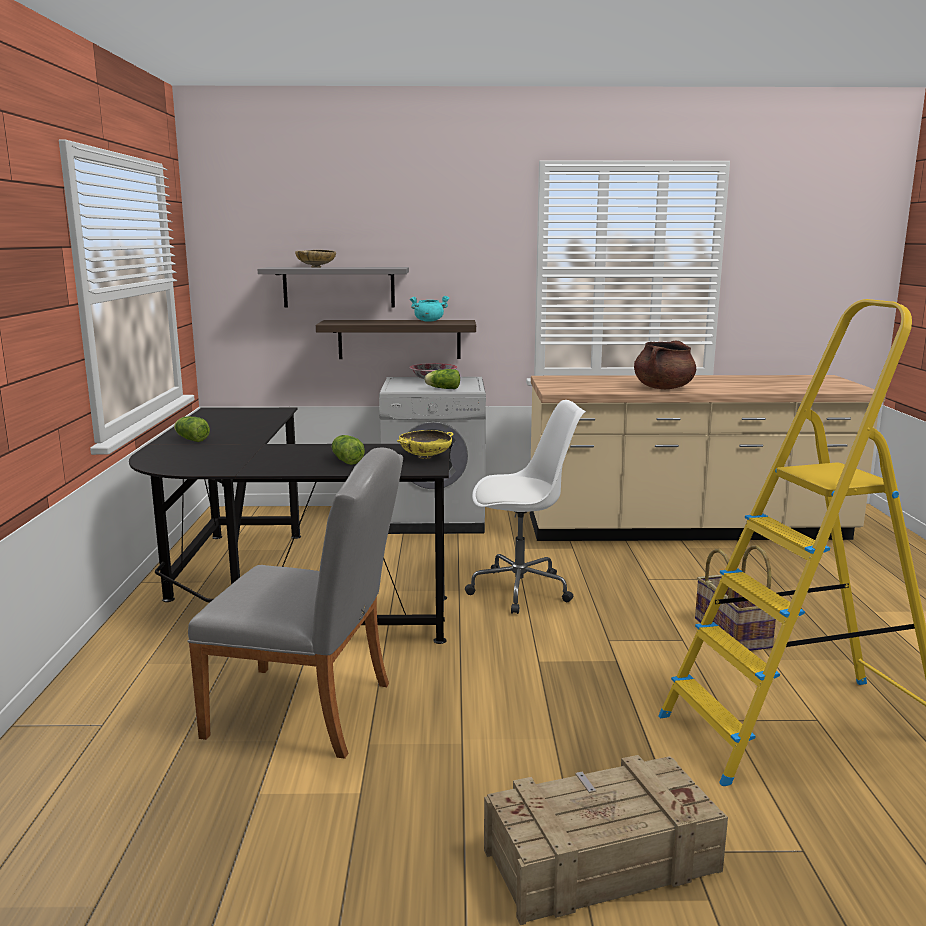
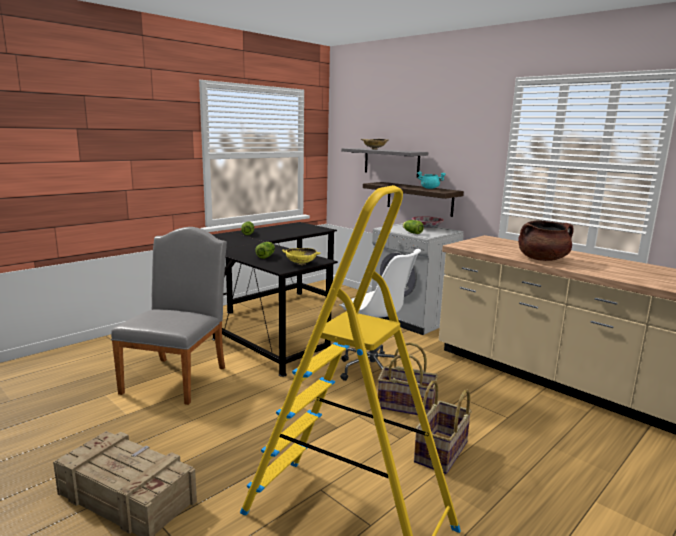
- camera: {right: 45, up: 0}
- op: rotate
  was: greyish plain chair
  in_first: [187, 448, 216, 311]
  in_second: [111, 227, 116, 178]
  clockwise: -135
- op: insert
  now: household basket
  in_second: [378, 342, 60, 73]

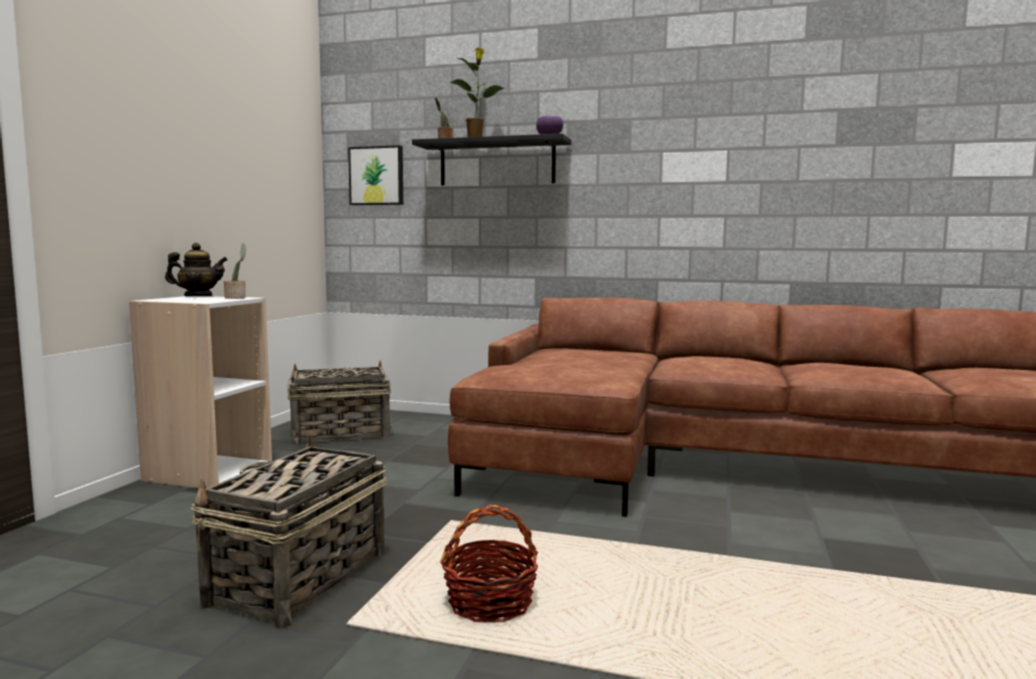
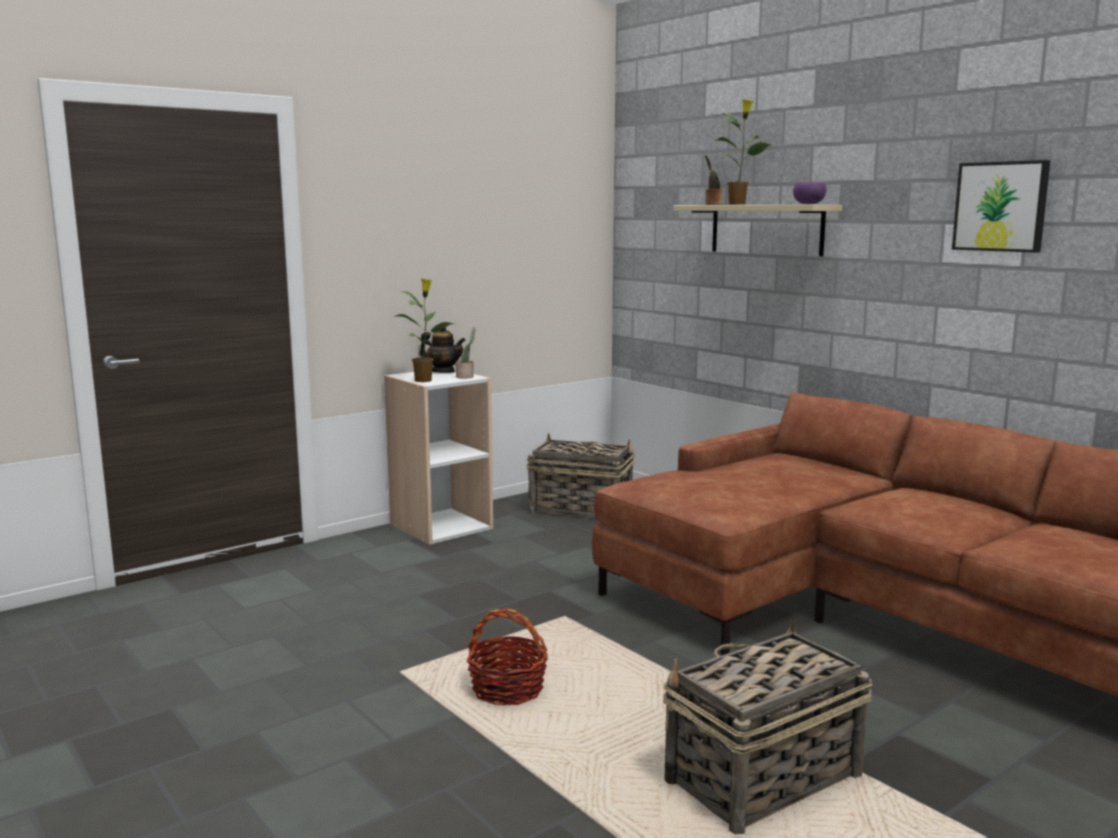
- camera: {right: 35, up: 5}
- op: insert
  now: plant in a pot
  in_second: [396, 279, 57, 103]
- op: move
  was: household basket
  in_first: [191, 436, 196, 192]
  in_second: [663, 620, 209, 214]
- op: recolor
  was: black-coloured bracket shelf
  now: beige bracket shelf
  in_first: [412, 133, 159, 52]
  in_second: [673, 205, 169, 51]
- op: move
  was: wall picture
  in_first: [348, 145, 55, 60]
  in_second: [952, 160, 98, 93]

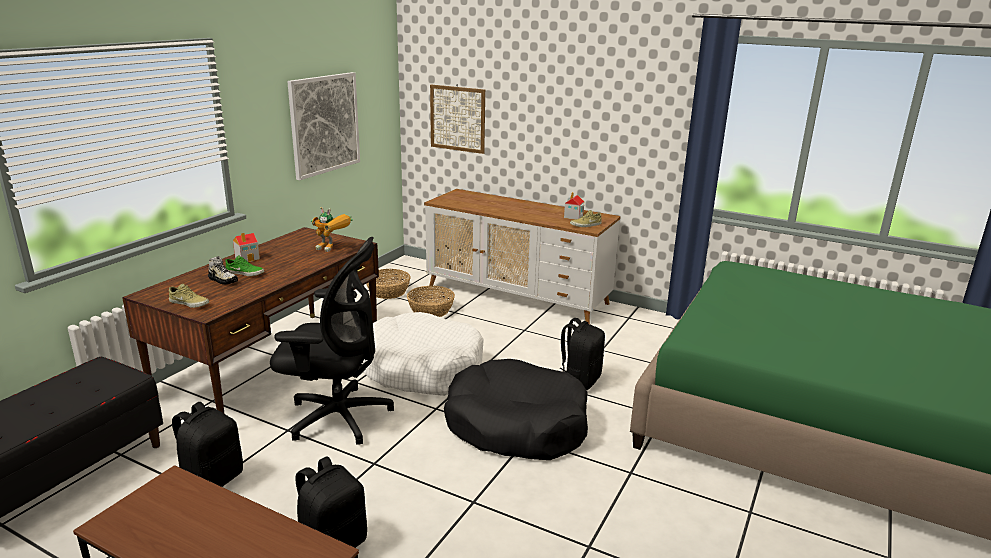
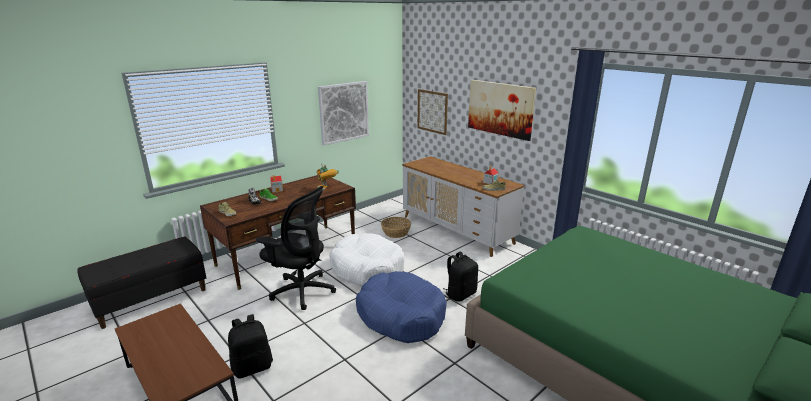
- camera: {right: 20, up: 0}
- op: recolor
  was: black-coloured pet bed
  now: blue pet bed
  in_first: [444, 359, 144, 101]
  in_second: [356, 271, 91, 72]
- op: insert
  now: wall picture
  in_second: [468, 80, 68, 61]
- op: delete
  was: black-coloured knapsack
  in_first: [172, 402, 71, 85]
- op: delete
  was: household basket
  in_first: [367, 269, 44, 30]

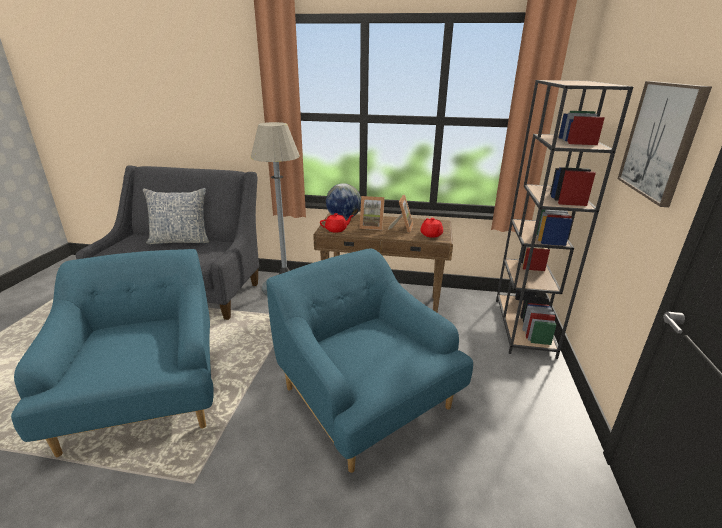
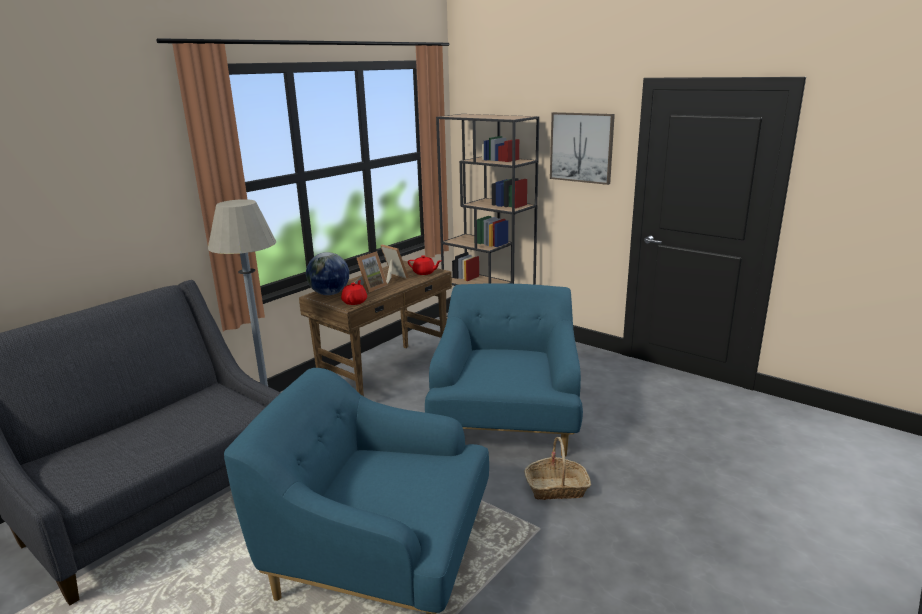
- camera: {right: -60, up: -5}
- op: rotate
  was: blue armchair
  in_first: [267, 248, 206, 225]
  in_second: [425, 283, 158, 174]
  clockwise: 105
- op: insert
  now: household basket
  in_second: [524, 437, 68, 63]
- op: delete
  was: cushion
  in_first: [143, 188, 66, 56]

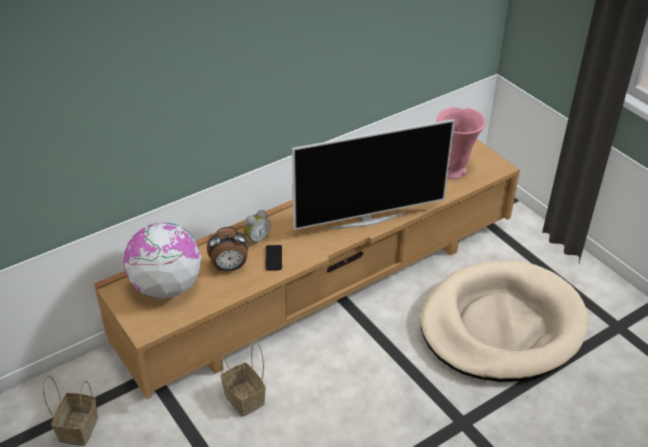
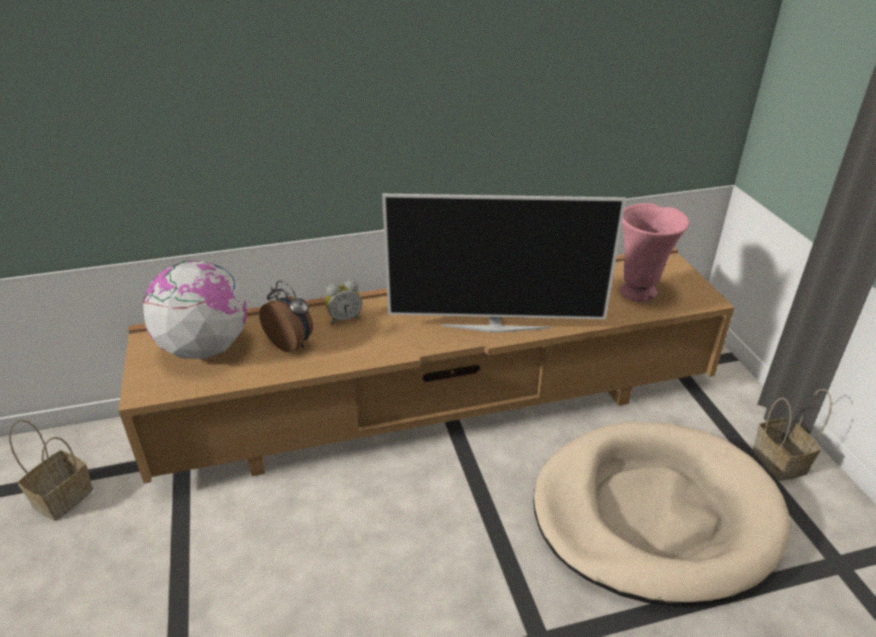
- camera: {right: 20, up: -5}
- op: rotate
  was: table clock
  in_first: [207, 227, 41, 44]
  in_second: [259, 280, 54, 72]
  clockwise: -150
- op: move
  was: household basket
  in_first: [221, 341, 45, 76]
  in_second: [753, 389, 79, 92]
- op: delete
  was: phone
  in_first: [266, 245, 16, 25]

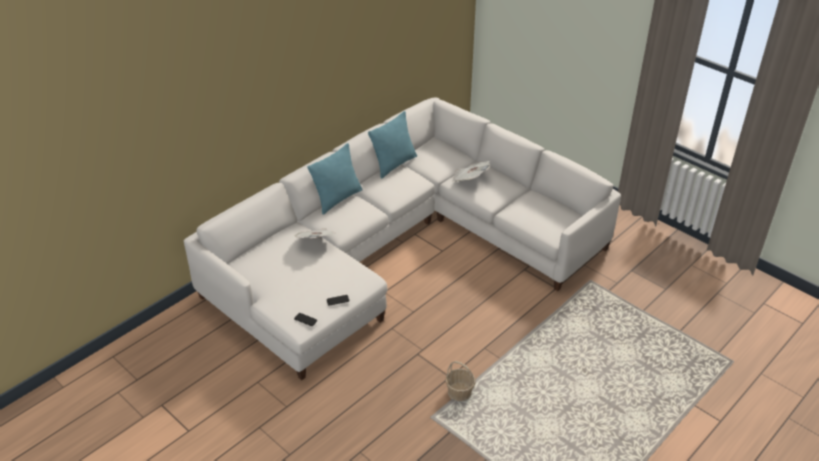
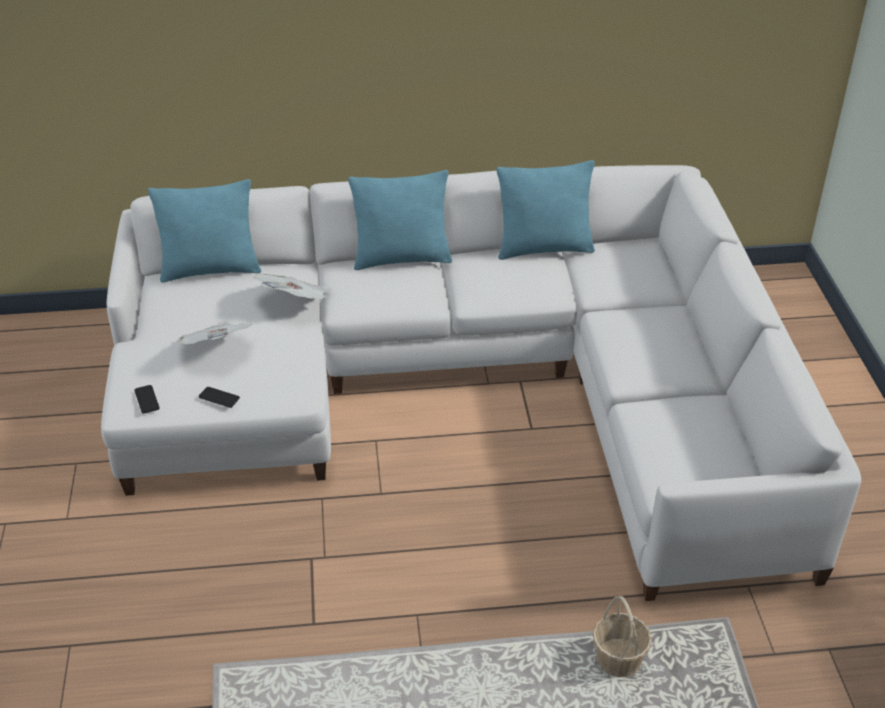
- camera: {right: 40, up: 0}
- op: insert
  now: turquoise cushion
  in_second: [148, 179, 113, 103]
- op: move
  was: daily paper
  in_first: [452, 161, 38, 21]
  in_second: [177, 321, 76, 23]
- op: move
  was: household basket
  in_first: [446, 361, 29, 40]
  in_second: [593, 596, 59, 81]

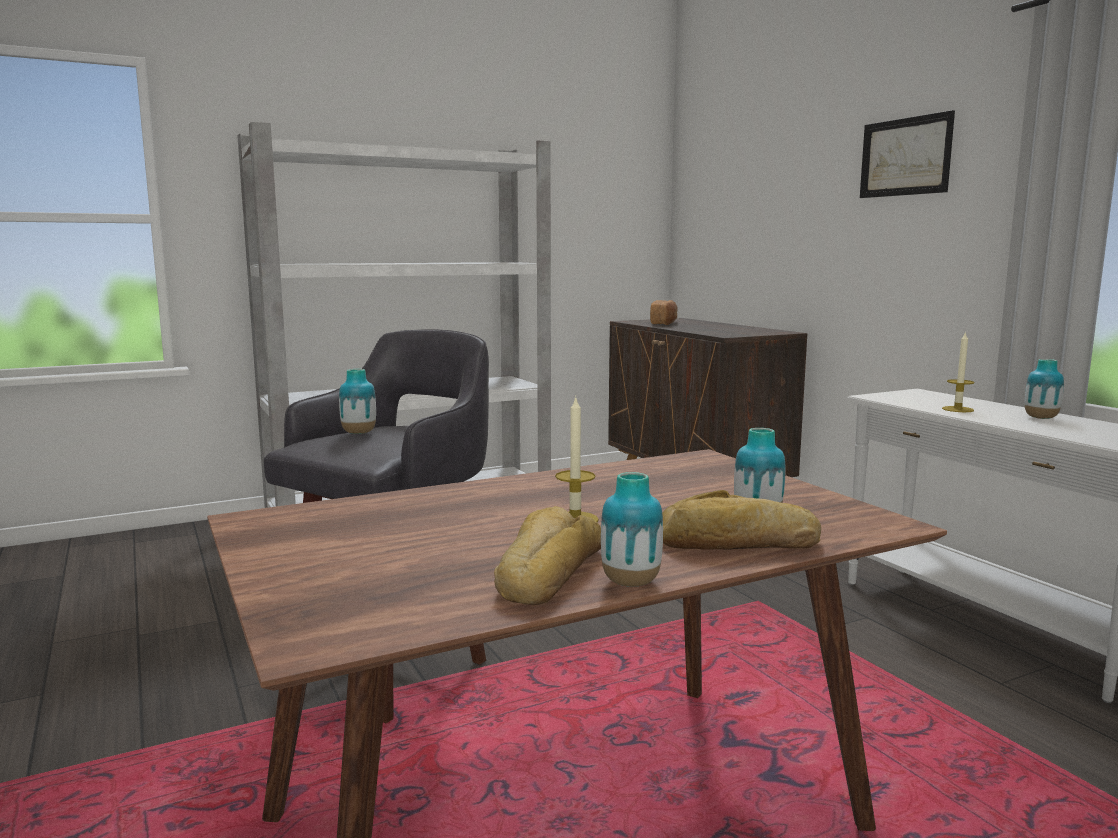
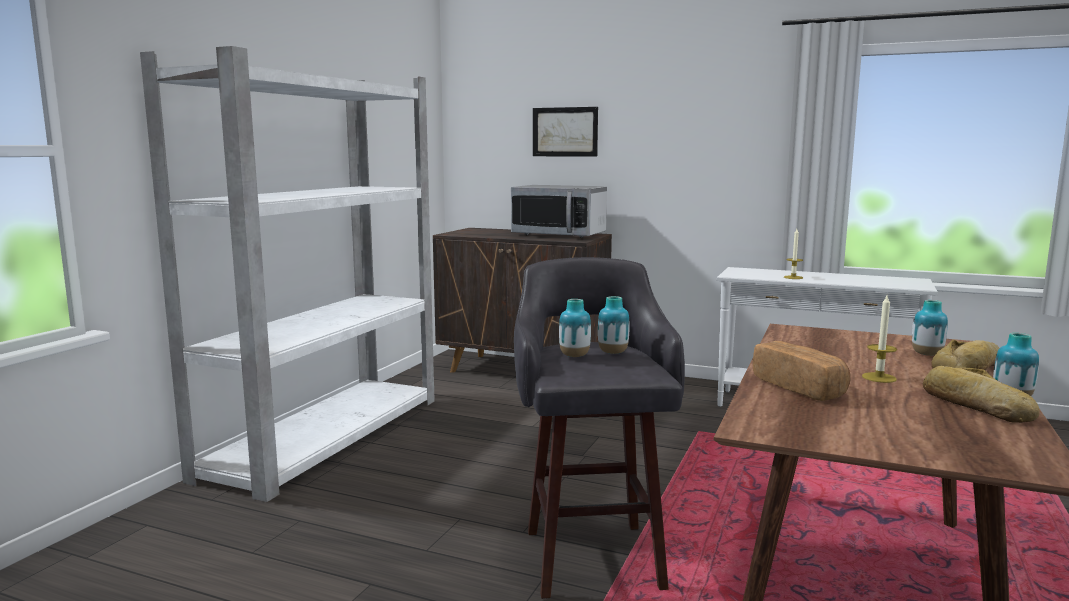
- camera: {right: -40, up: 0}
- op: insert
  now: microwave
  in_second: [511, 185, 96, 53]
- op: move
  was: wall picture
  in_first: [860, 110, 95, 88]
  in_second: [533, 107, 65, 50]
- op: move
  was: decorative vase
  in_first: [1025, 359, 39, 60]
  in_second: [598, 296, 31, 58]
- op: move
  was: baked bread
  in_first: [650, 300, 28, 25]
  in_second: [753, 341, 98, 60]

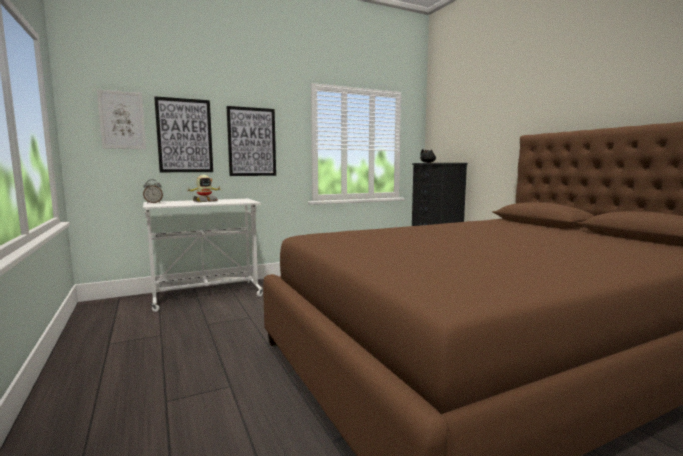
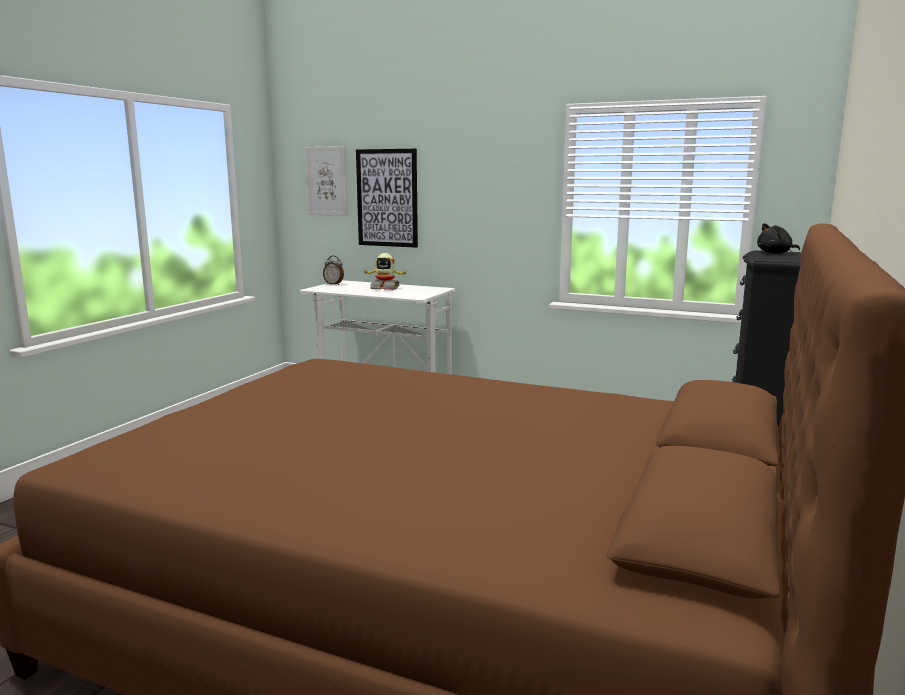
- camera: {right: 50, up: 5}
- op: delete
  was: wall picture
  in_first: [226, 106, 50, 70]

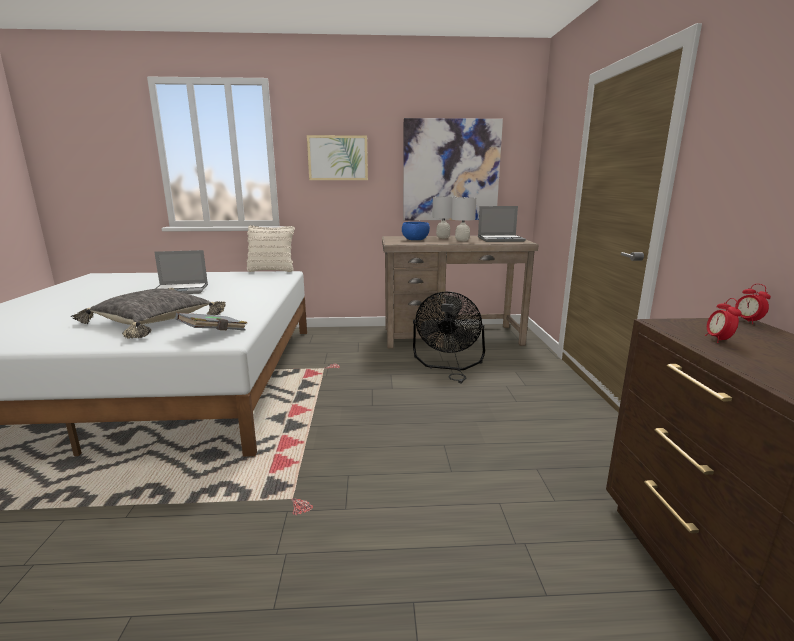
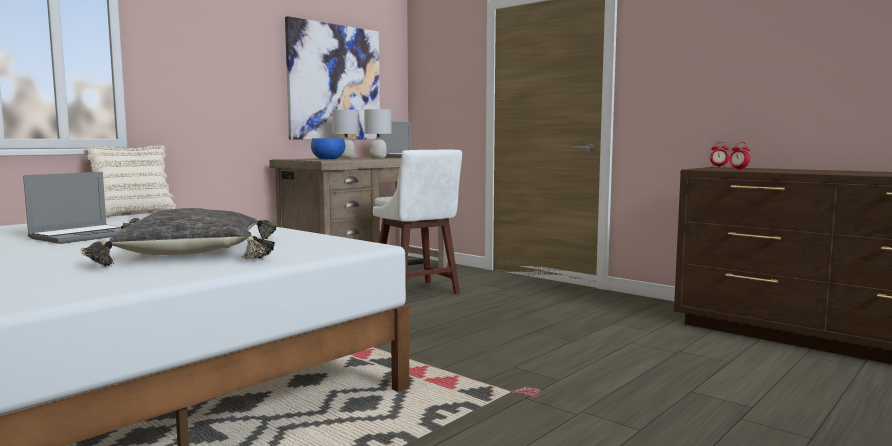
- camera: {right: -45, up: -10}
- op: replace
  was: black-coloured electric fan
  now: whitish plain chair
  in_first: [413, 292, 72, 92]
  in_second: [373, 150, 89, 144]
- op: delete
  was: greyish bound book
  in_first: [175, 313, 72, 18]
- op: delete
  was: wall picture
  in_first: [307, 135, 61, 45]

